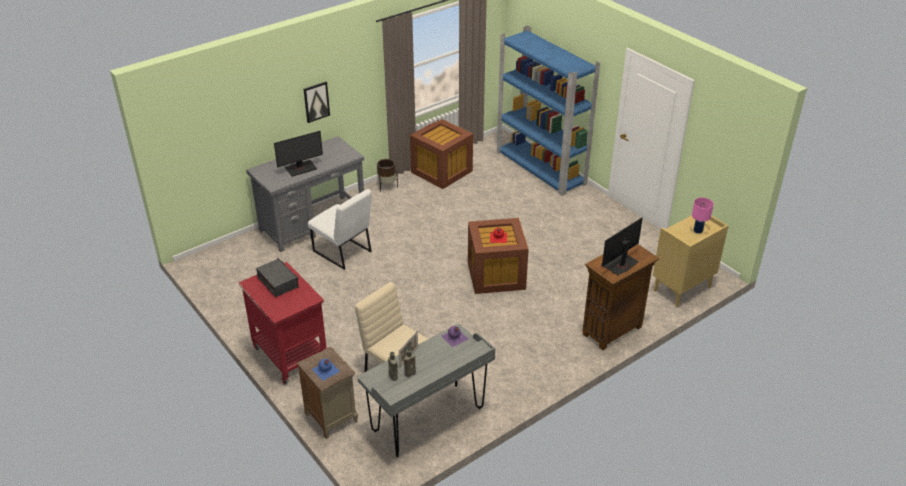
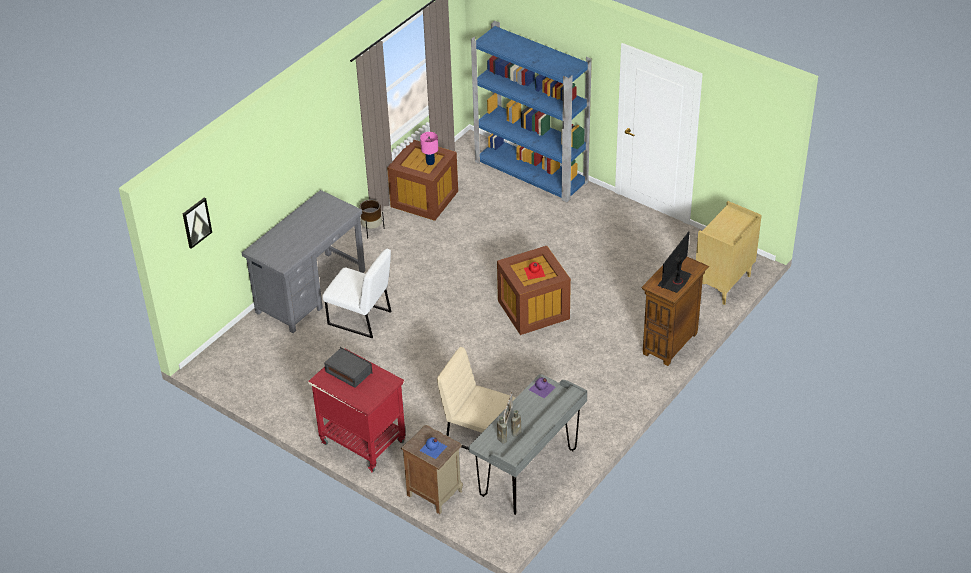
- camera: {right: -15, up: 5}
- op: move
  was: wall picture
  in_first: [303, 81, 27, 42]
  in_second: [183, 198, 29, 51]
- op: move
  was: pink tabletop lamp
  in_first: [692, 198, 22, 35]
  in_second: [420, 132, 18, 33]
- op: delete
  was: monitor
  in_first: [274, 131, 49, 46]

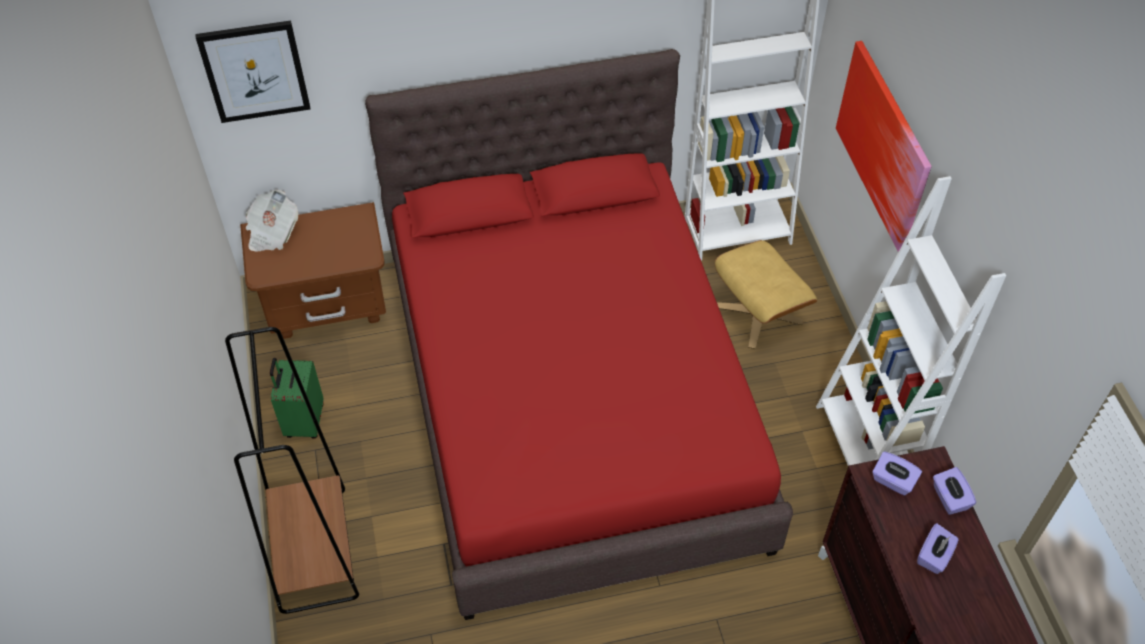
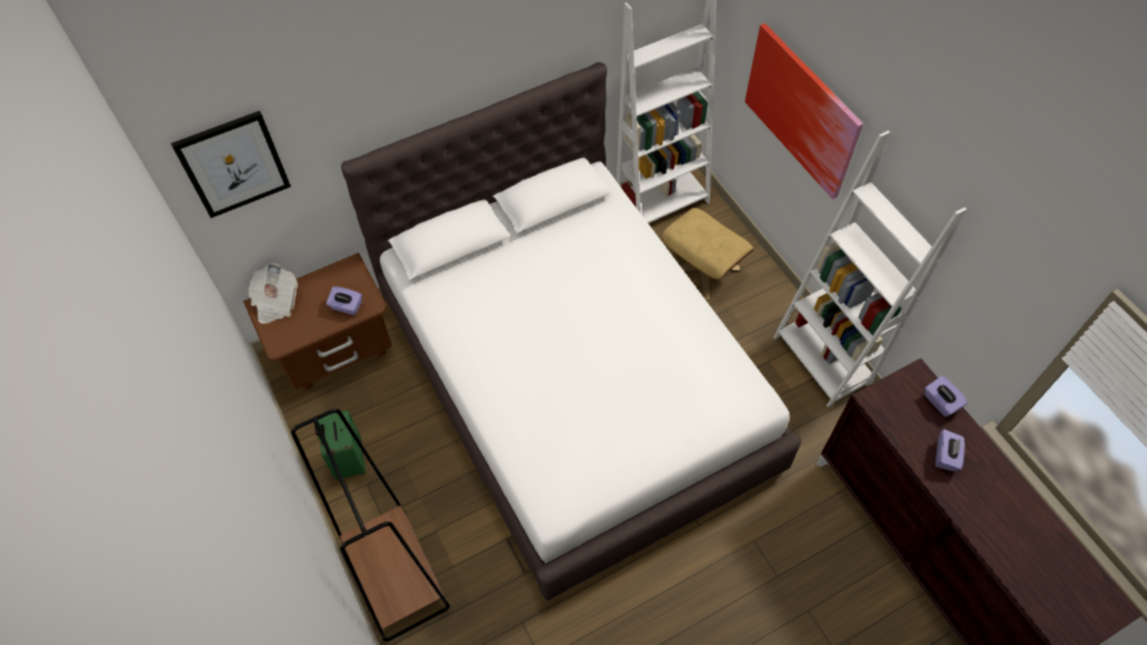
- camera: {right: -15, up: 5}
- op: move
  was: purple tissue holder
  in_first: [872, 451, 50, 44]
  in_second: [326, 287, 36, 28]
- op: recolor
  was: red sleeping bed
  now: whitish sleeping bed
  in_first: [365, 49, 428, 571]
  in_second: [341, 62, 460, 539]

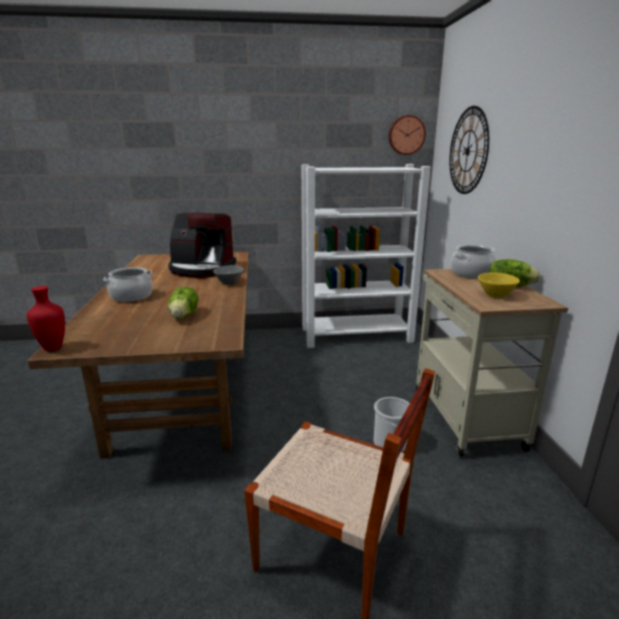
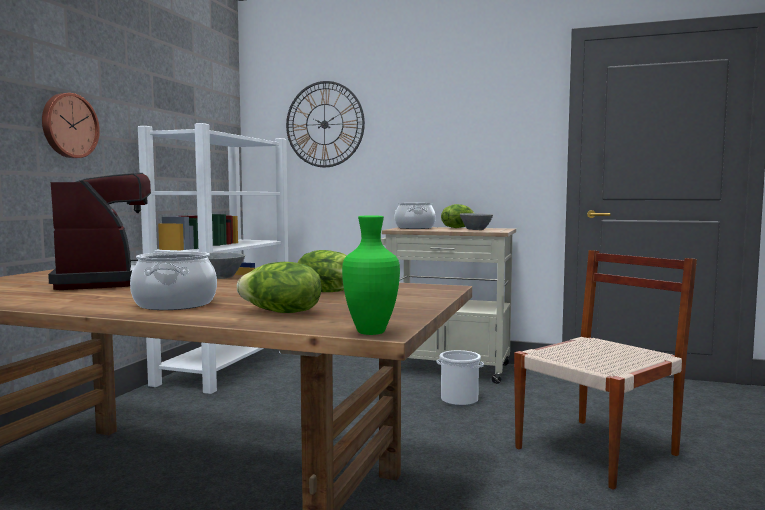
- camera: {right: -65, up: -15}
- op: move
  was: hanging clock
  in_first: [389, 115, 37, 40]
  in_second: [42, 93, 58, 65]
- op: rotate
  was: coffee maker
  in_first: [168, 213, 69, 65]
  in_second: [48, 173, 103, 117]
  clockwise: -60
- op: insert
  now: lettuce
  in_second: [237, 262, 84, 51]
- op: recolor
  was: red decorative vase
  now: greenish decorative vase
  in_first: [27, 286, 38, 65]
  in_second: [342, 215, 58, 120]
- op: recolor
  was: yellowish bowl
  now: greyish bowl
  in_first: [478, 272, 42, 26]
  in_second: [460, 213, 33, 17]

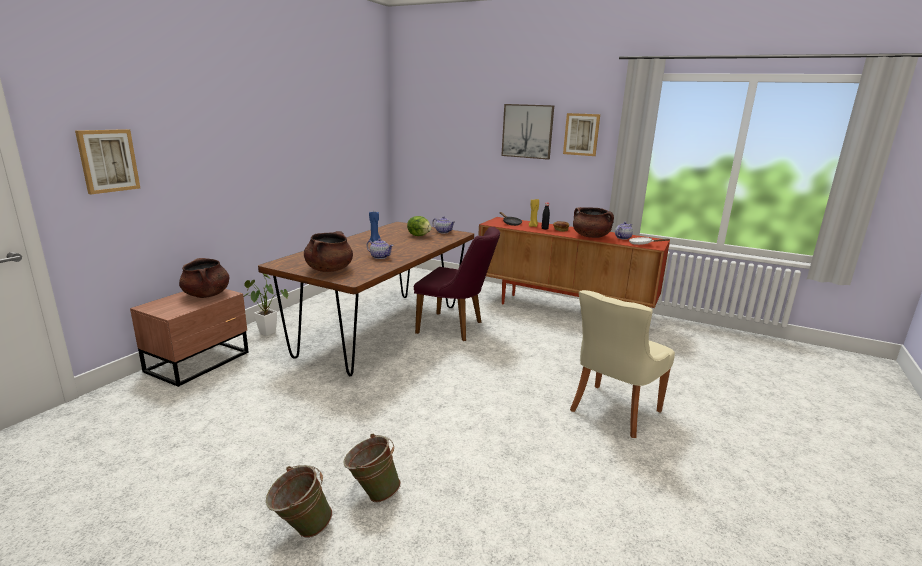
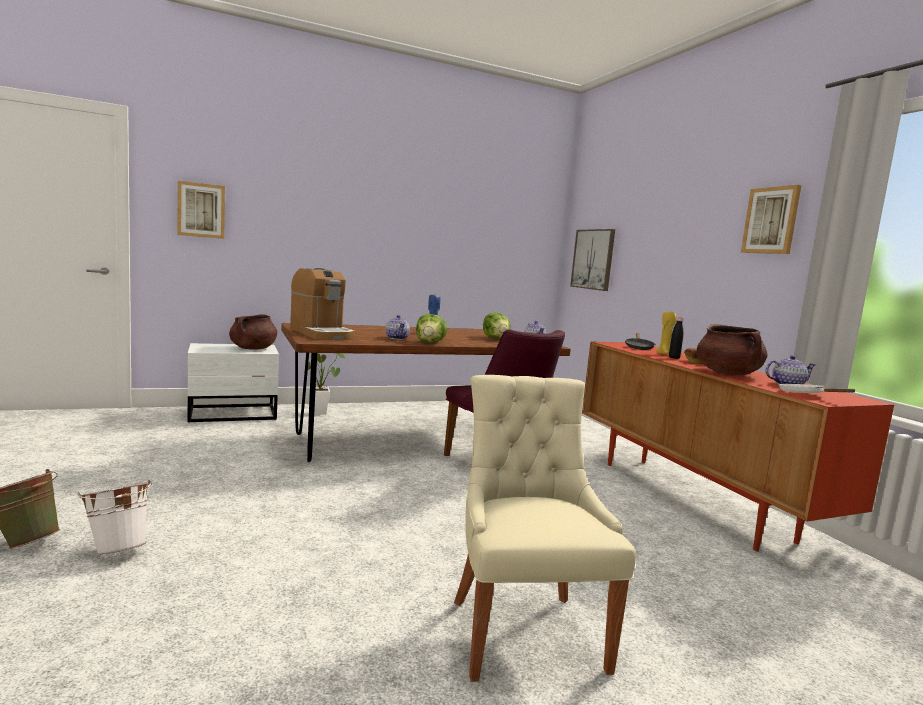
- camera: {right: 40, up: -10}
- op: recolor
  was: greenish pail
  now: whitish pail
  in_first: [344, 434, 57, 68]
  in_second: [78, 479, 74, 76]
- op: recolor
  was: brown night table
  now: whitish night table
  in_first: [130, 289, 119, 98]
  in_second: [187, 343, 92, 79]
- op: replace
  was: brown stockpot
  now: coffee maker
  in_first: [304, 231, 49, 41]
  in_second: [290, 268, 65, 72]
- op: insert
  now: lettuce
  in_second: [416, 314, 31, 29]
- op: rotate
  was: beige plain chair
  in_first: [570, 290, 105, 148]
  in_second: [454, 375, 182, 307]
  clockwise: 90
- op: move
  was: wall picture
  in_first: [501, 104, 53, 56]
  in_second: [570, 229, 45, 62]

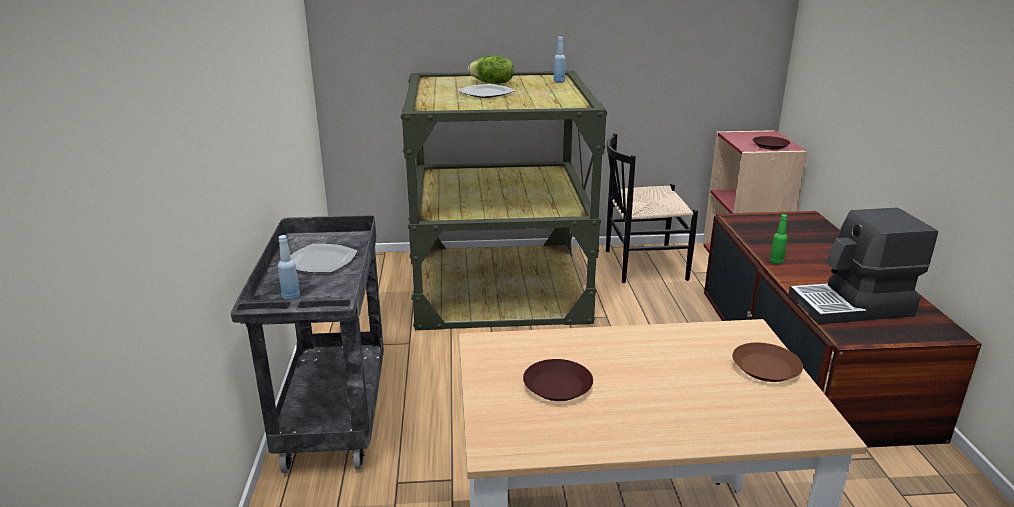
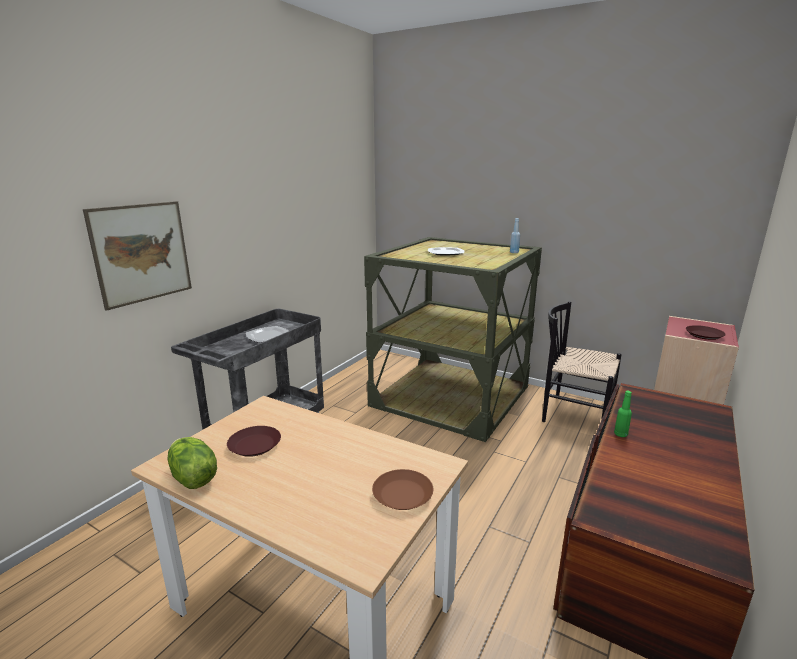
- camera: {right: 35, up: -5}
- op: insert
  now: wall picture
  in_second: [83, 201, 109, 110]
- op: move
  was: lettuce
  in_first: [468, 56, 46, 28]
  in_second: [167, 437, 50, 52]
- op: delete
  was: blue beverage bottle
  in_first: [278, 235, 22, 64]
- op: delete
  was: coffee maker
  in_first: [788, 208, 150, 116]

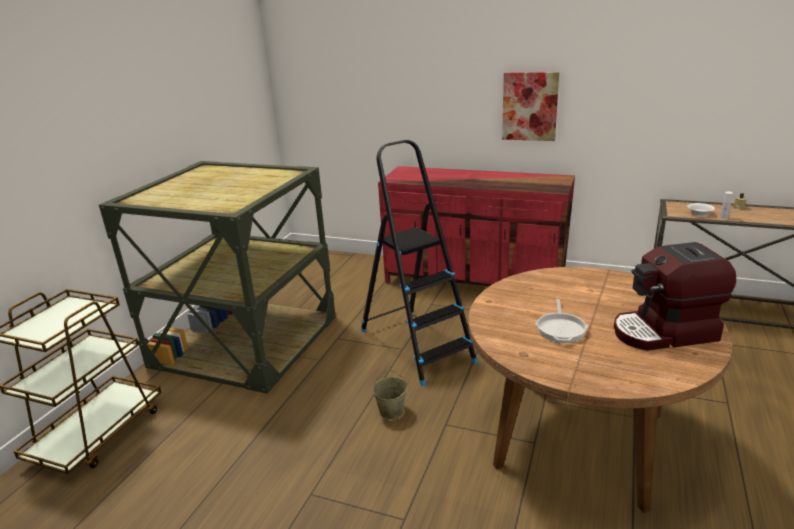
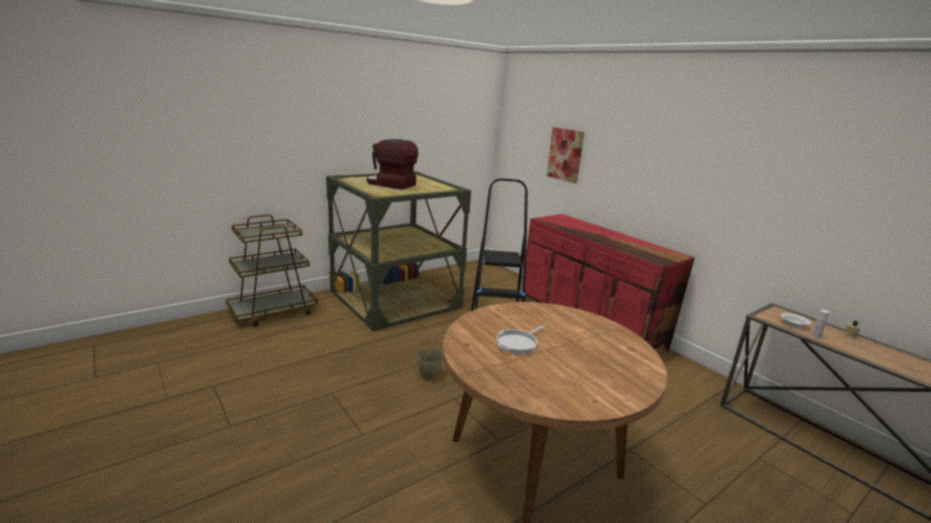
- camera: {right: 30, up: -5}
- op: move
  was: coffee maker
  in_first: [614, 242, 122, 109]
  in_second: [367, 139, 51, 51]
- op: move
  was: wall picture
  in_first: [502, 72, 57, 69]
  in_second: [546, 127, 38, 56]

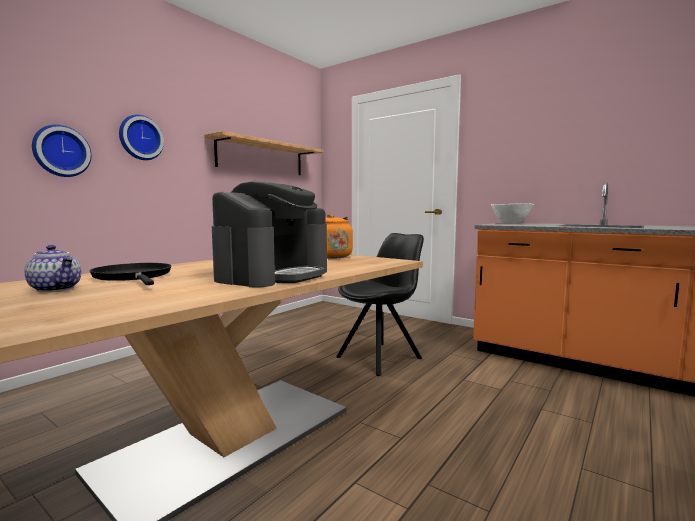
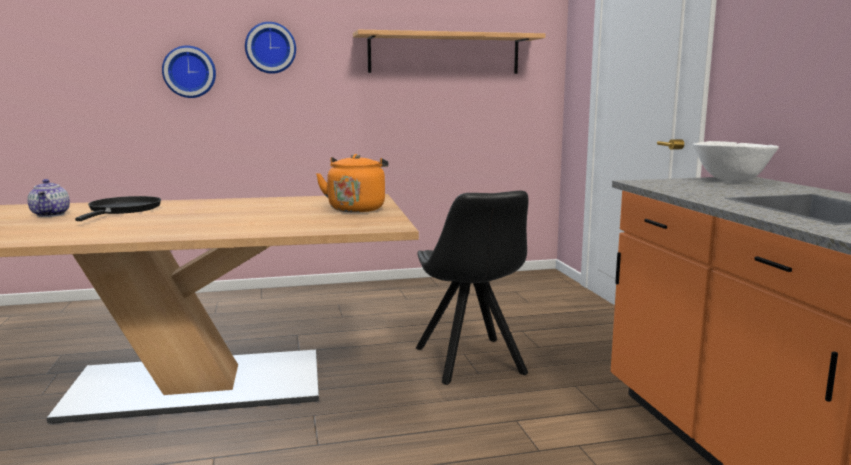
- camera: {right: 40, up: 5}
- op: rotate
  was: black-coloured plain chair
  in_first: [336, 233, 88, 143]
  in_second: [416, 191, 113, 194]
  clockwise: 75
- op: delete
  was: coffee maker
  in_first: [212, 181, 115, 106]

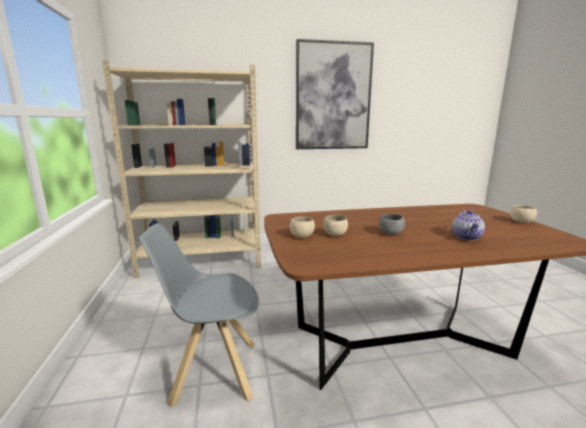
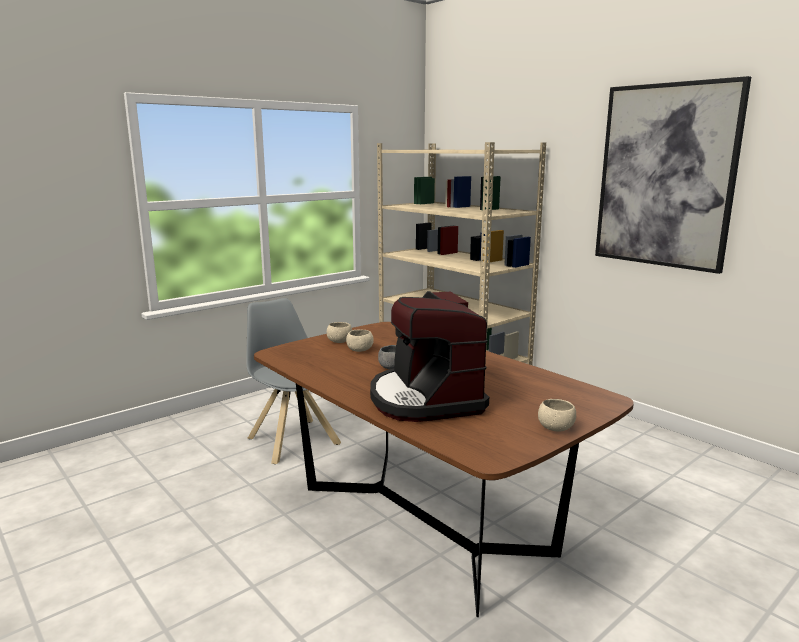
- camera: {right: 60, up: 0}
- op: replace
  was: tea pot
  now: coffee maker
  in_first: [452, 210, 33, 30]
  in_second: [370, 291, 119, 131]

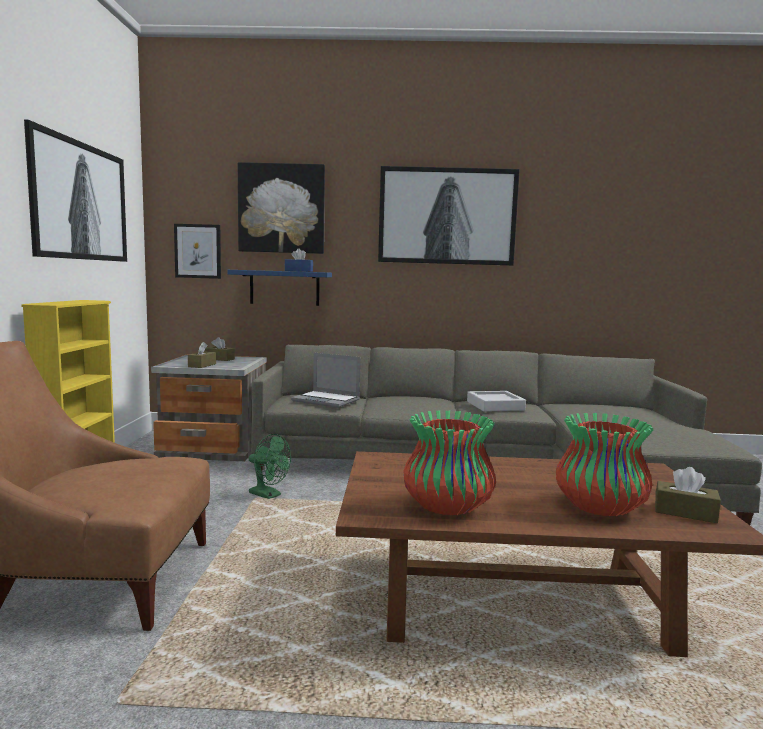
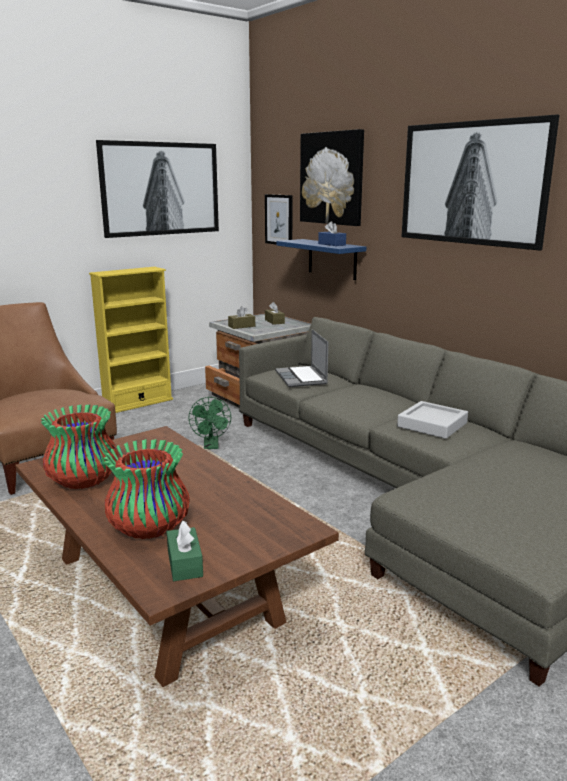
- camera: {right: 50, up: 10}
- op: recolor
  was: brown tissue holder
  now: greenish tissue holder
  in_first: [655, 467, 66, 56]
  in_second: [167, 521, 36, 60]

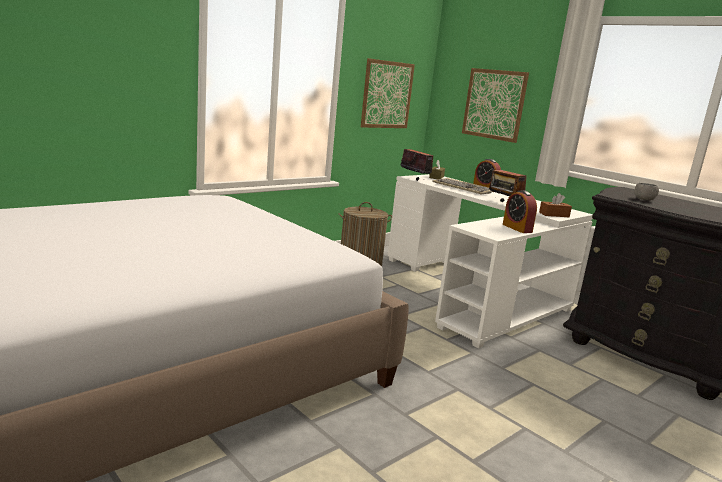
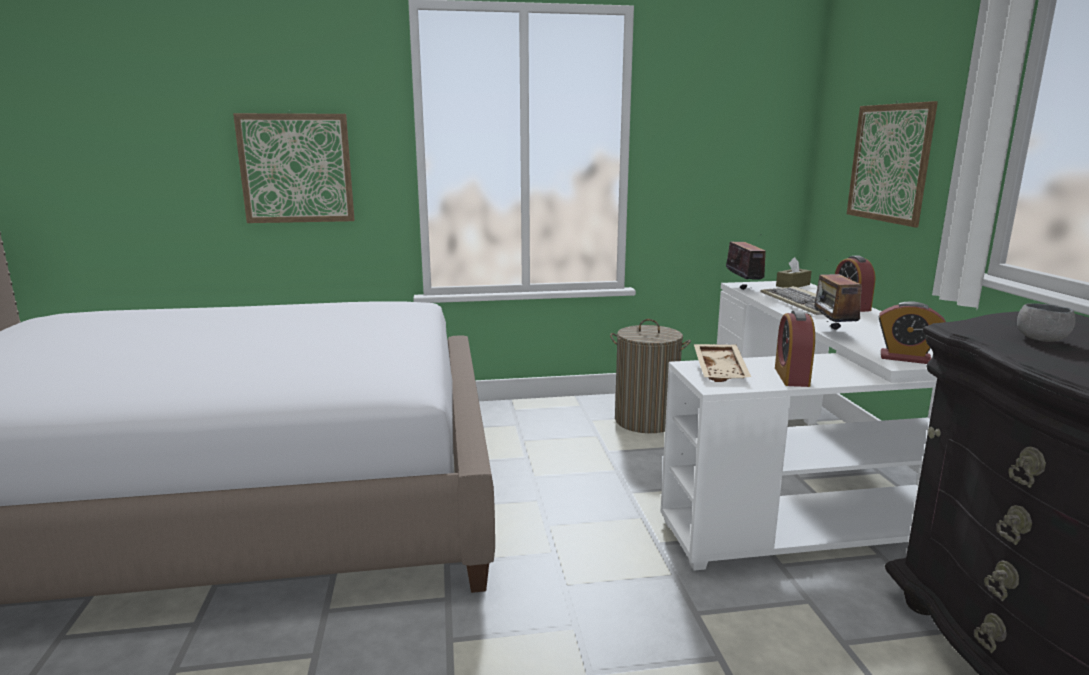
- camera: {right: 35, up: 0}
- op: move
  was: wall picture
  in_first: [361, 58, 54, 70]
  in_second: [233, 111, 122, 112]
- op: insert
  now: beige carrying tray
  in_second: [694, 344, 57, 38]
- op: replace
  was: brown tissue holder
  now: table clock
  in_first: [539, 193, 33, 24]
  in_second: [878, 301, 68, 63]

